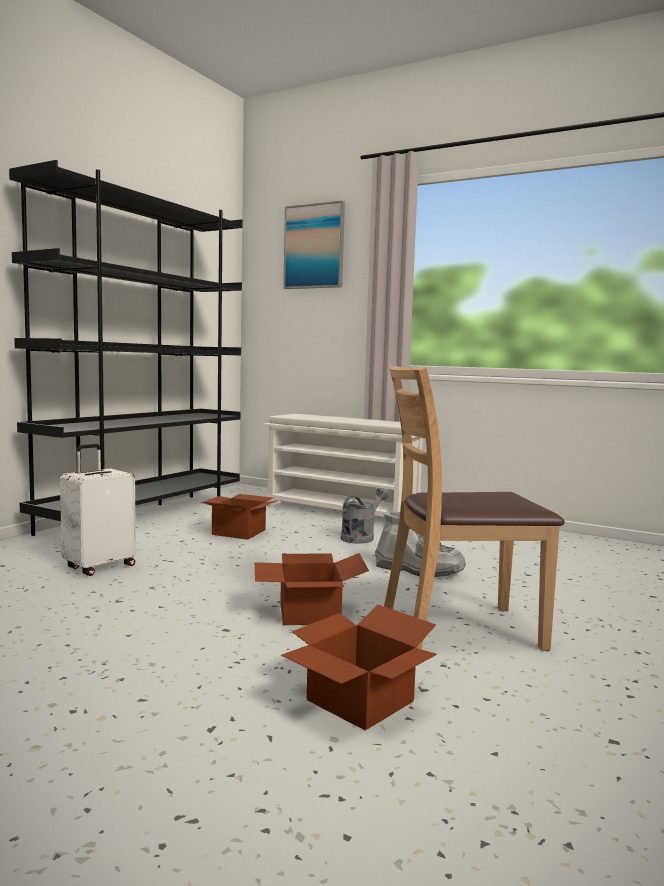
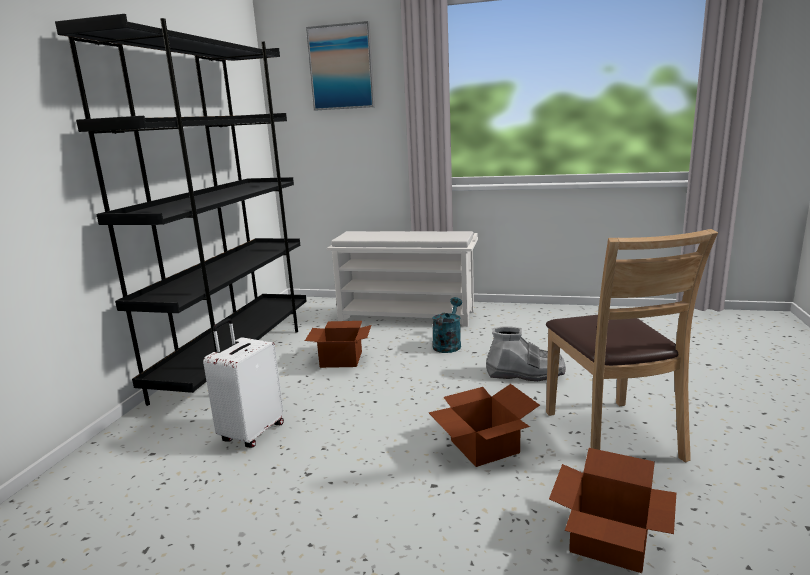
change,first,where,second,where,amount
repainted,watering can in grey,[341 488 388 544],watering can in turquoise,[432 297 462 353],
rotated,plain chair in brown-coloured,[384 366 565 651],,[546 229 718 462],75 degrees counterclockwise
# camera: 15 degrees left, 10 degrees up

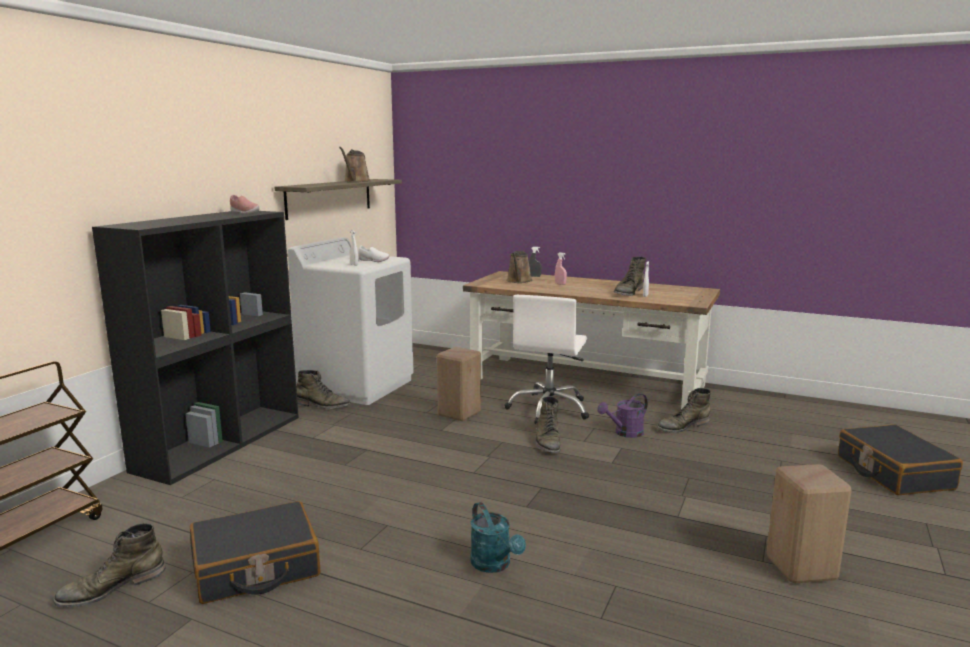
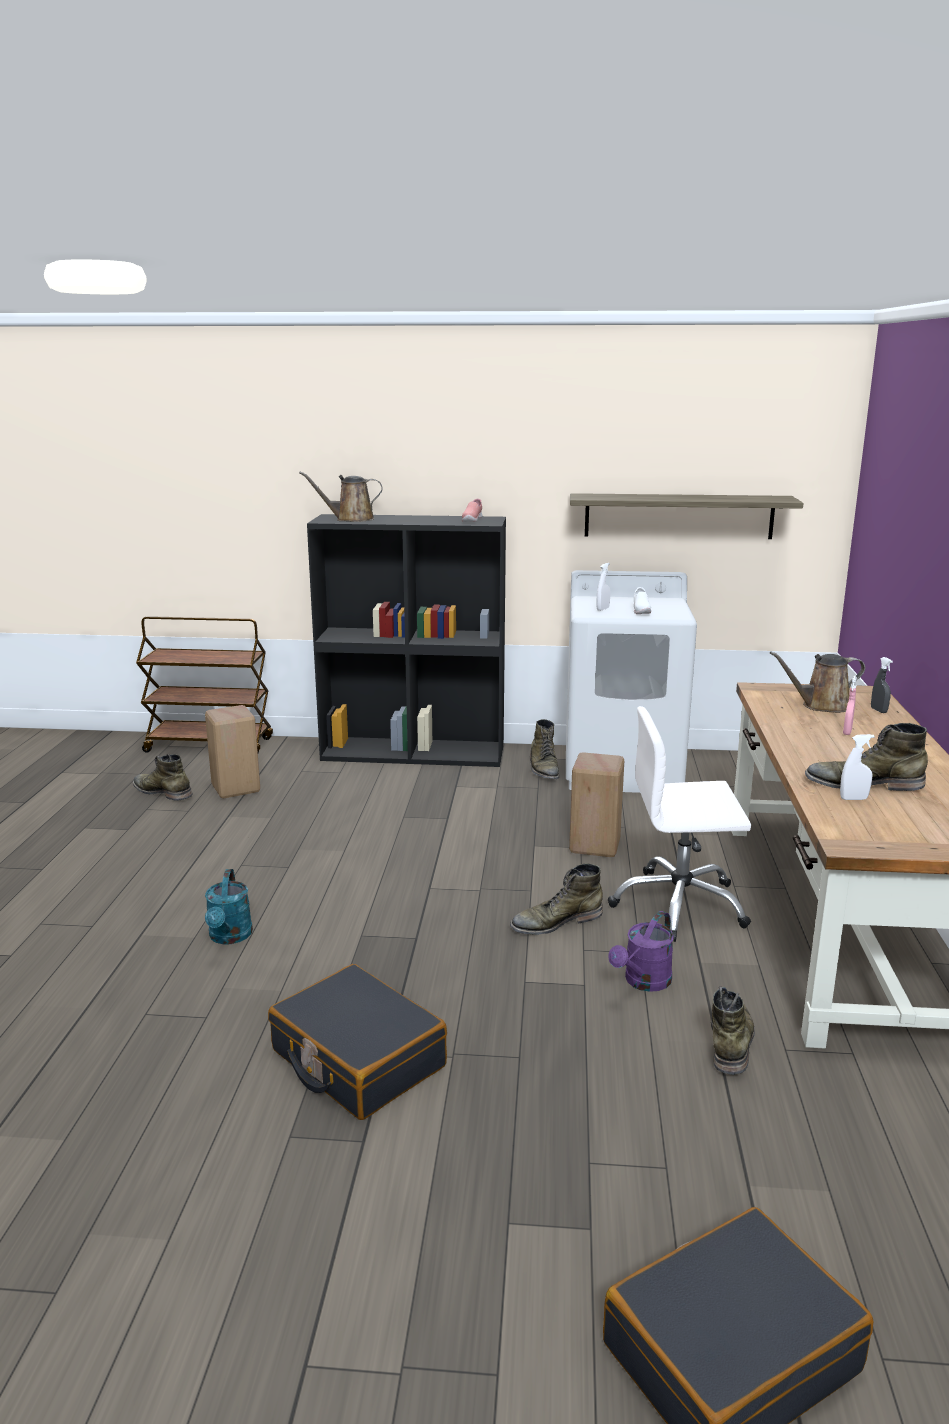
change,first,where,second,where,amount
shifted,piece of luggage in blackish,[190 501 320 604],,[268 964 447 1120],
shifted,watering can in brown-coloured,[339 147 370 182],,[299 472 383 522],
rotated,watering can in turquoise,[471 502 526 573],,[205 869 253 945],45 degrees counterclockwise
rotated,watering can in purple,[597 394 648 438],,[608 911 674 992],90 degrees counterclockwise
rotated,high-top boot in greenish,[657 388 711 433],,[711 986 755 1075],60 degrees clockwise
shifted,sitting stool in sand-coloured,[767 464 852 583],,[205 705 260 798],
# camera: 70 degrees right, 5 degrees up

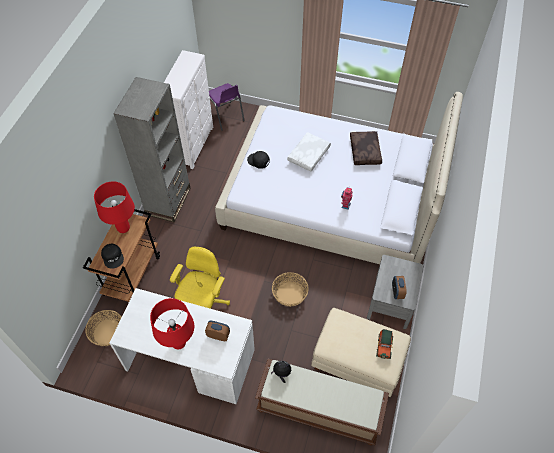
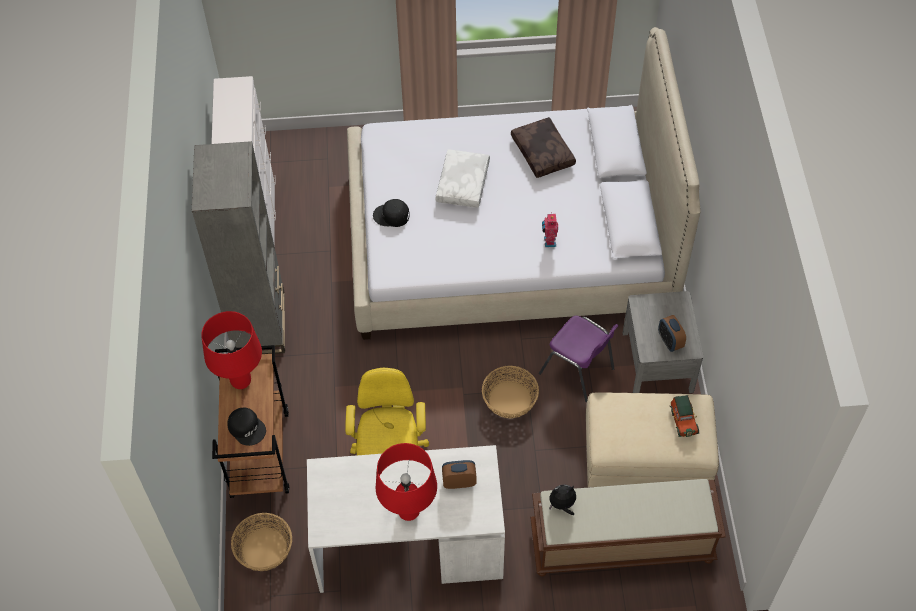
change,first,where,second,where,amount
shifted,plain chair in purple,[209 83 245 131],,[539 316 619 402],
# camera: 20 degrees left, 0 degrees up

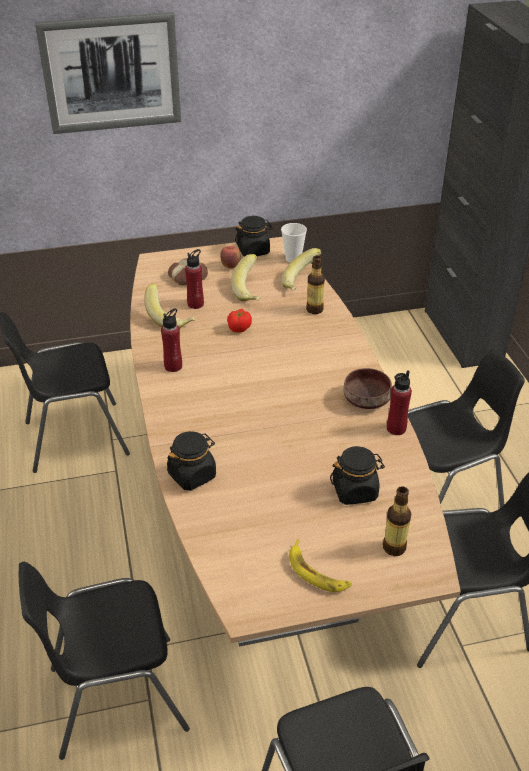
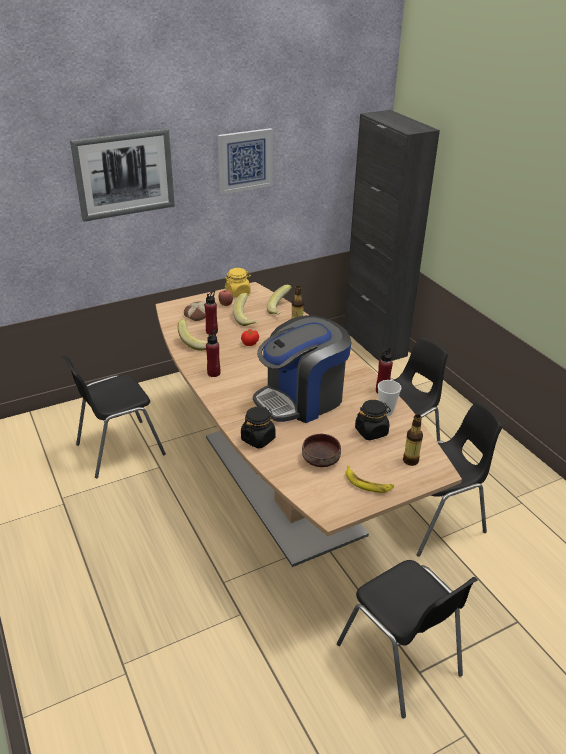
change,first,where,second,where,amount
gone,plain chair in blackish,[19 562 190 760],,,
repainted,storage jar in blackish,[235 216 273 256],storage jar in yellow,[225 268 251 298],
shifted,cup,[281 223 307 263],,[378 380 401 416],
shifted,serving bowl in brown-coloured,[343 368 392 409],,[302 434 341 467],
new,,,wall art,[218 128 273 194],
new,,,coffee machine,[253 315 351 423],
# camera: 15 degrees left, 5 degrees down

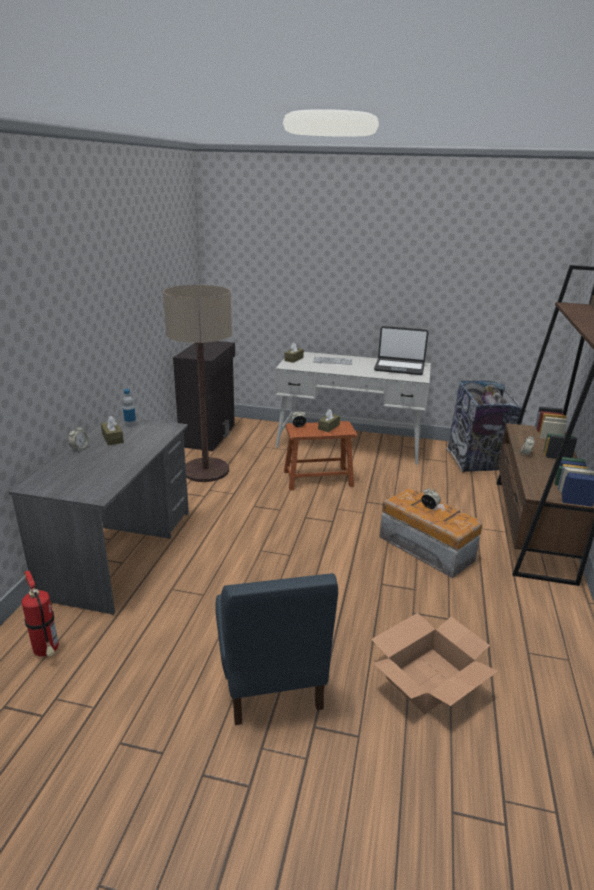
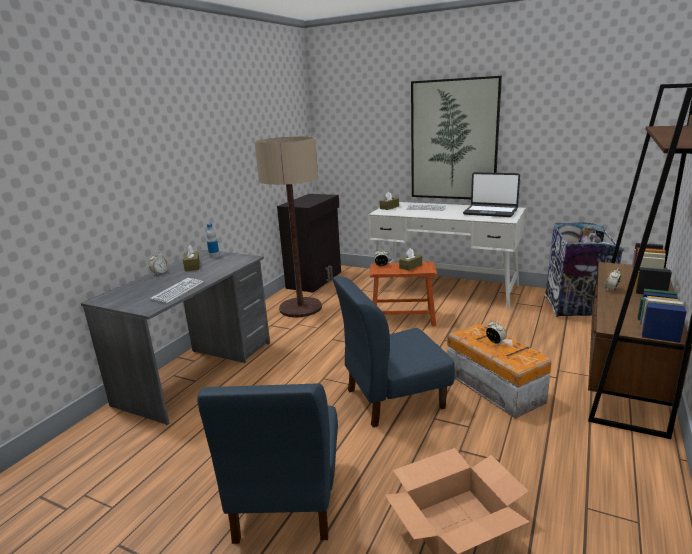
change,first,where,second,where,amount
gone,fire extinguisher,[21 570 59 657],,,
new,,,computer keyboard,[150 278 204 303],
new,,,plain chair in bluish,[333 276 455 427],
new,,,wall art,[411 76 502 199],
# camera: 15 degrees right, 5 degrees down

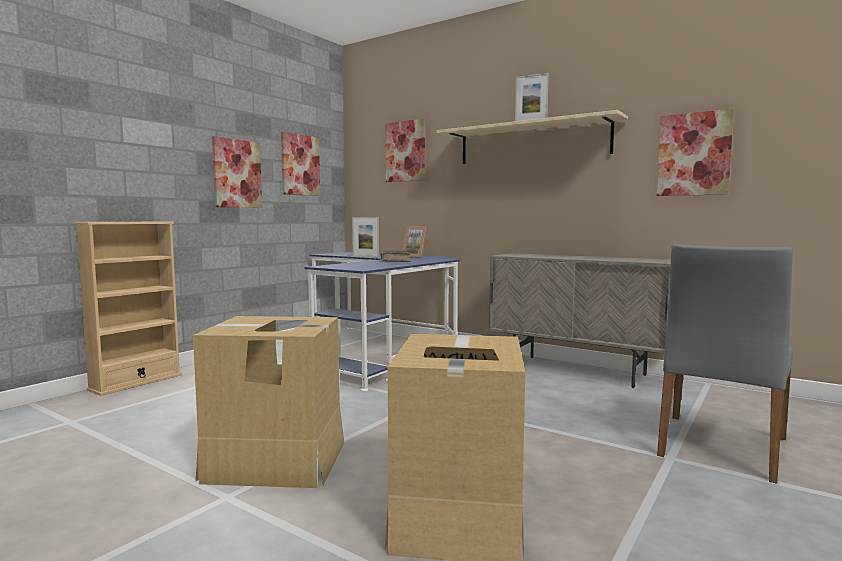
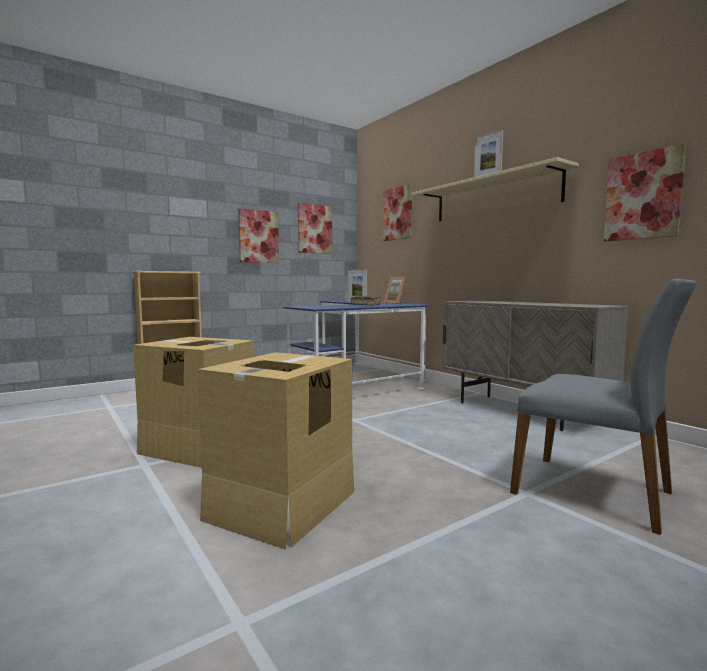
change,first,where,second,where,amount
rotated,plain chair in grey,[657 244 793 484],,[510 279 697 535],105 degrees counterclockwise
# camera: 20 degrees right, 0 degrees up

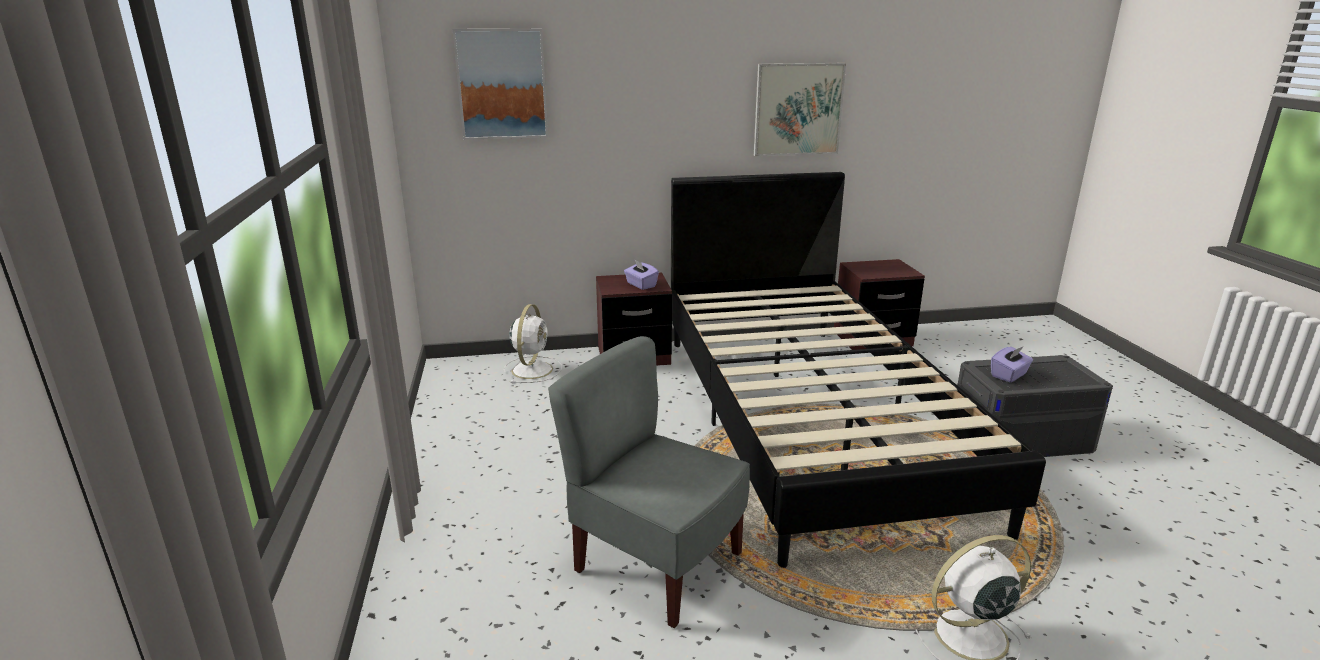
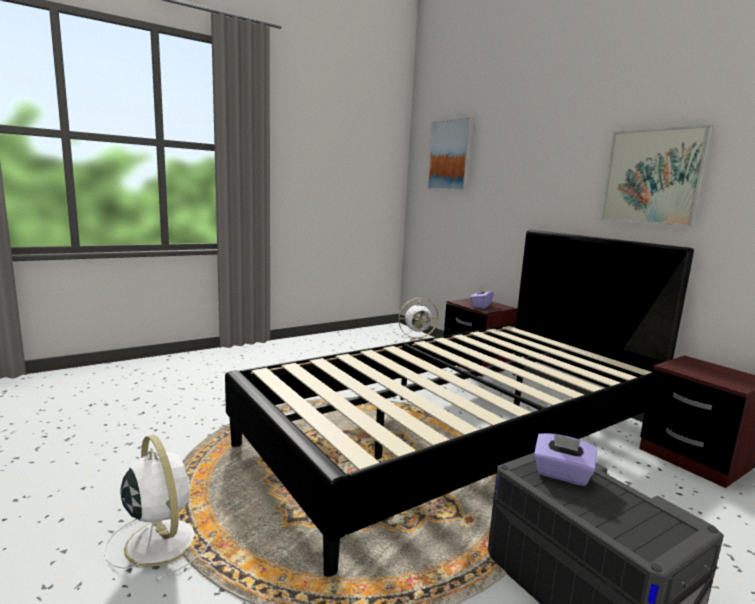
change,first,where,second,where,amount
gone,plain chair in grey,[548 336 750 628],,,
# camera: 65 degrees right, 10 degrees down

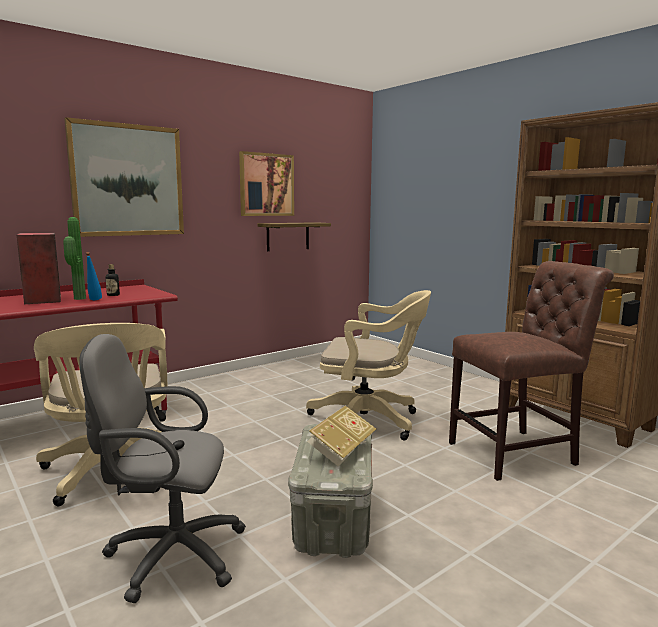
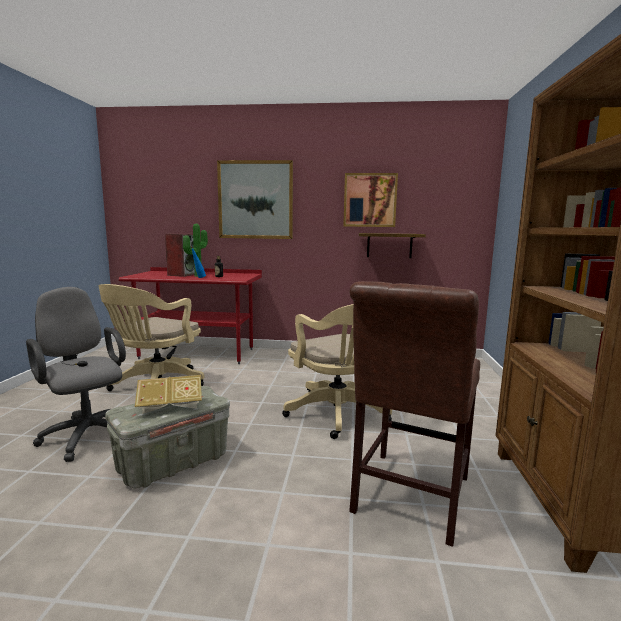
change,first,where,second,where,amount
rotated,plain chair in brown-coloured,[449 261 614 481],,[349 281 480 547],90 degrees clockwise
# camera: 45 degrees right, 0 degrees up

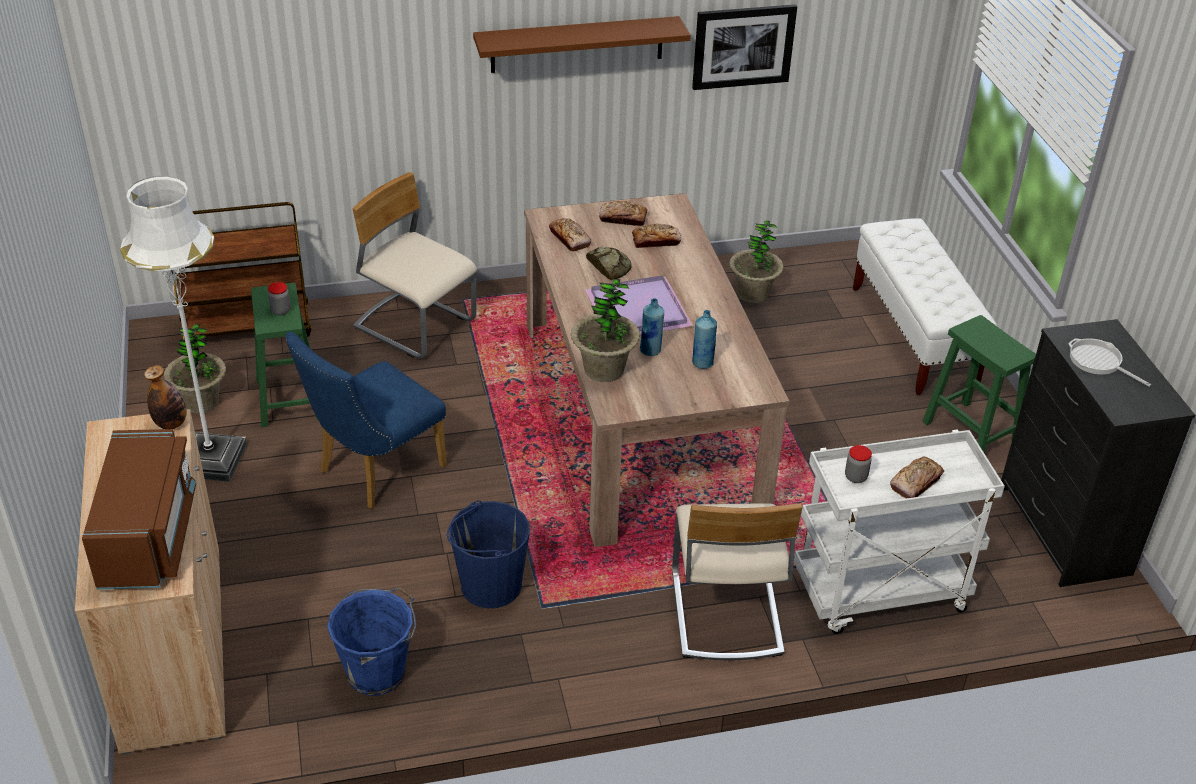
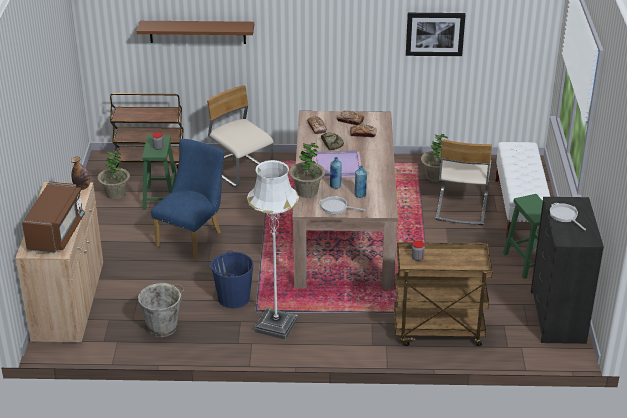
change,first,where,second,where,amount
shifted,standing lamp in white-coloured,[120 176 247 482],,[247 160 299 340],
rotated,plain chair in bluish,[285 332 447 508],,[151 139 224 260],150 degrees clockwise
repainted,water bucket in bluish,[327 587 416 696],water bucket in grey,[138 282 184 337],
shifted,wall shelf in brown-coloured,[473 16 691 73],,[137 21 254 44],
shifted,plain chair in sand-coloured,[672 503 802 660],,[436 139 492 225],
repainted,trolley in white-coloured,[794 429 1005 634],trolley in brown-coloured,[394 242 493 347],
gone,baked bread,[890 457 944 499],,,
new,,,frying pan,[319 196 365 214],
# camera: 15 degrees right, 5 degrees down

